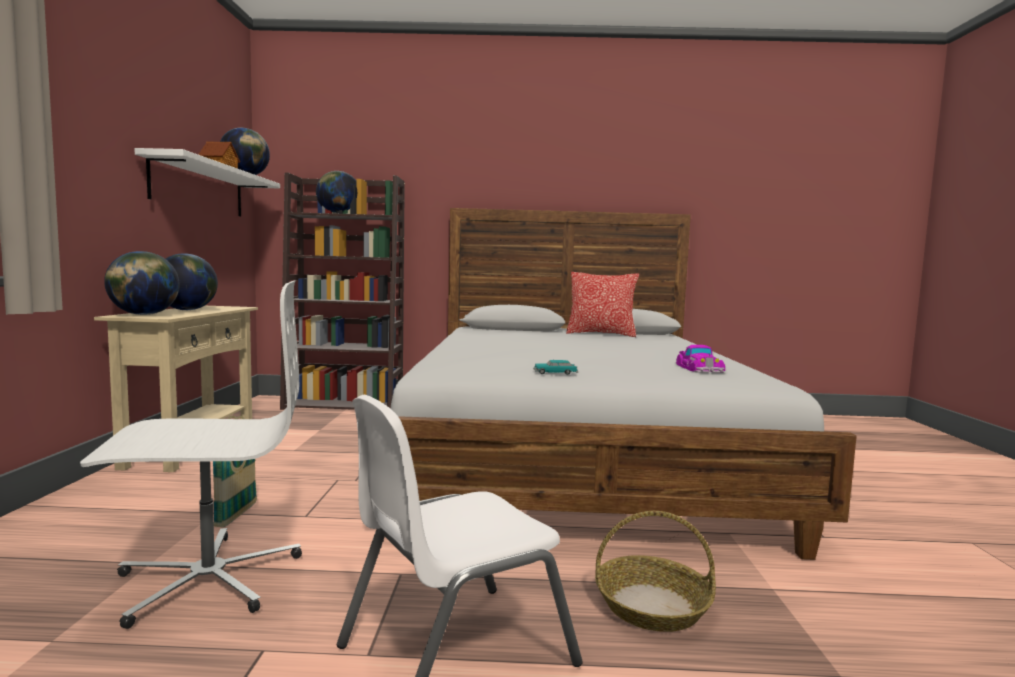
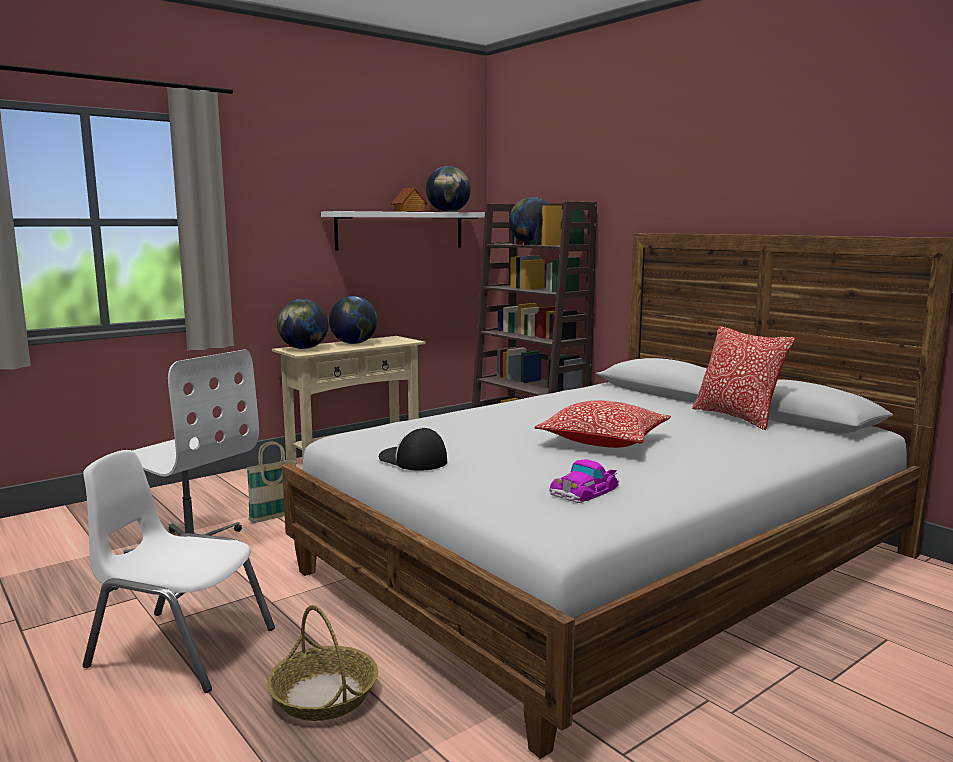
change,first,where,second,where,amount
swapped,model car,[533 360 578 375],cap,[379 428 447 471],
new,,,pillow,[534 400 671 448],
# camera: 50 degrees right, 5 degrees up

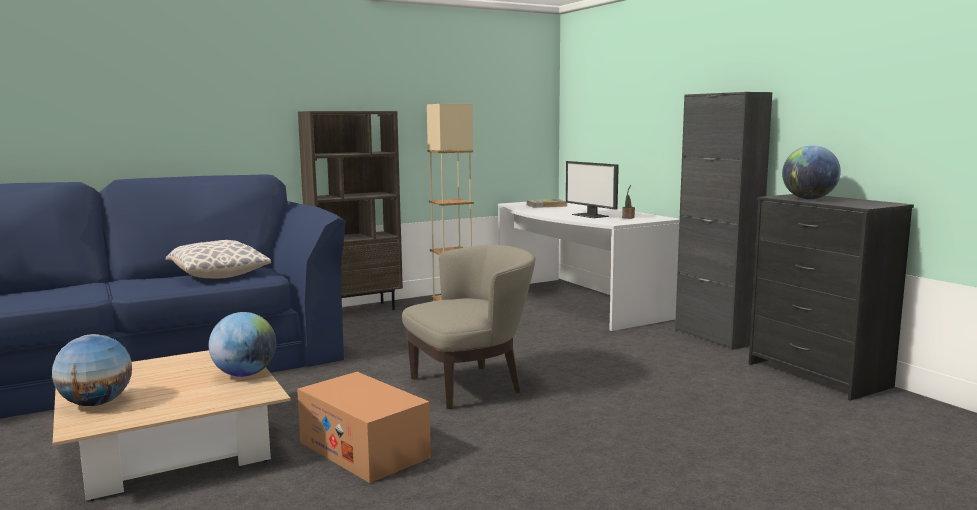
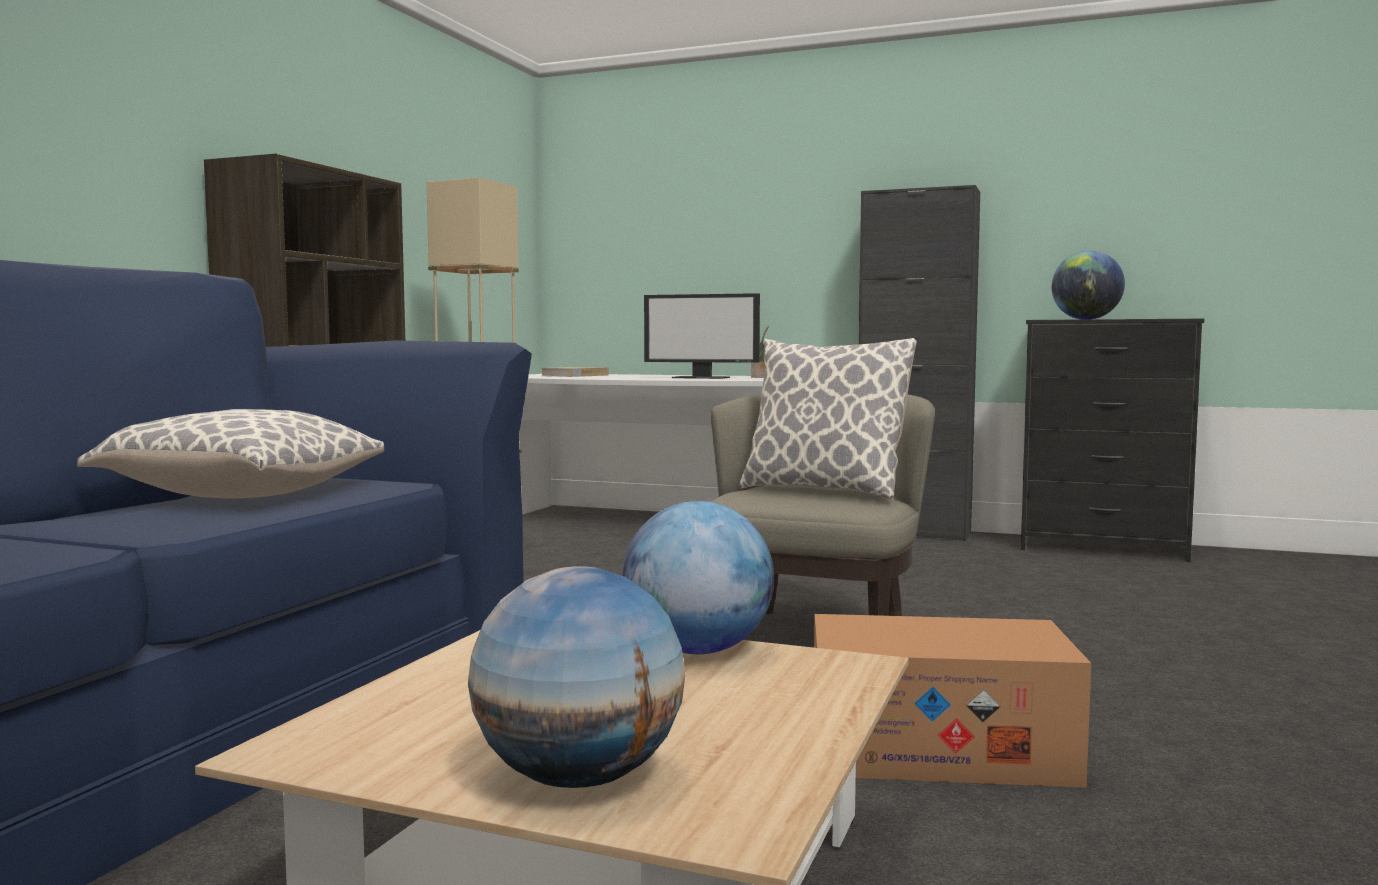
change,first,where,second,where,amount
new,,,pillow,[739 338 917 499],
# camera: 40 degrees left, 5 degrees down

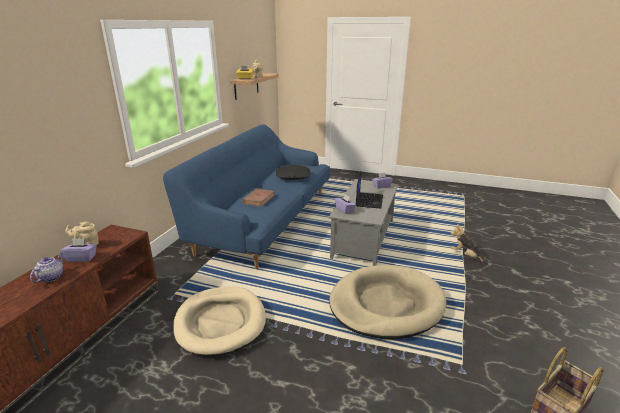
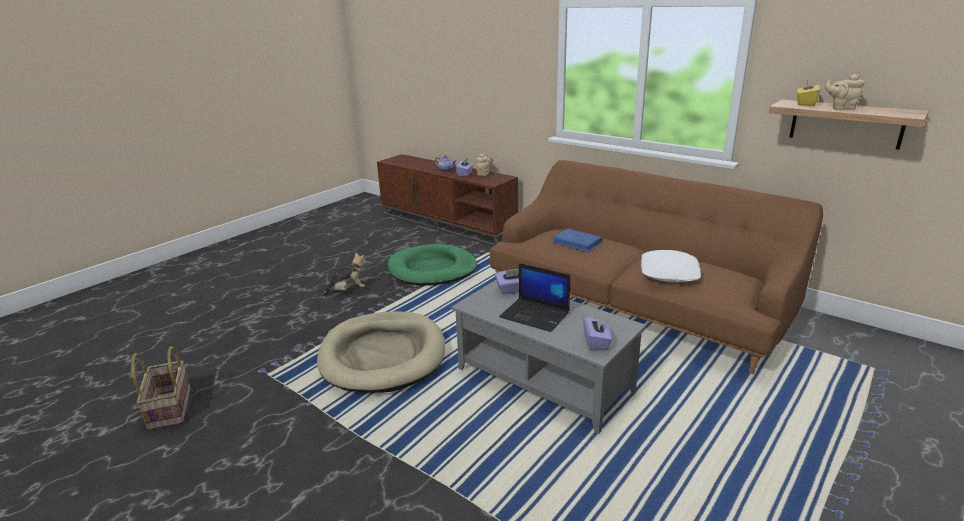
change,first,where,second,where,amount
repainted,sofa in bluish,[163 124 330 269],sofa in brown-coloured,[490 160 823 374],
repainted,dog bed in sand-coloured,[173 286 266 356],dog bed in greenish,[388 244 477 285],
repainted,bound book in brown-coloured,[242 189 275 207],bound book in bluish,[553 228 602 252],
repainted,pillow in blackish,[276 165 311 180],pillow in white-coloured,[641 250 701 282],
shifted,soft toy,[451 224 488 265],,[322 252 367 297],
# camera: 110 degrees right, 0 degrees up

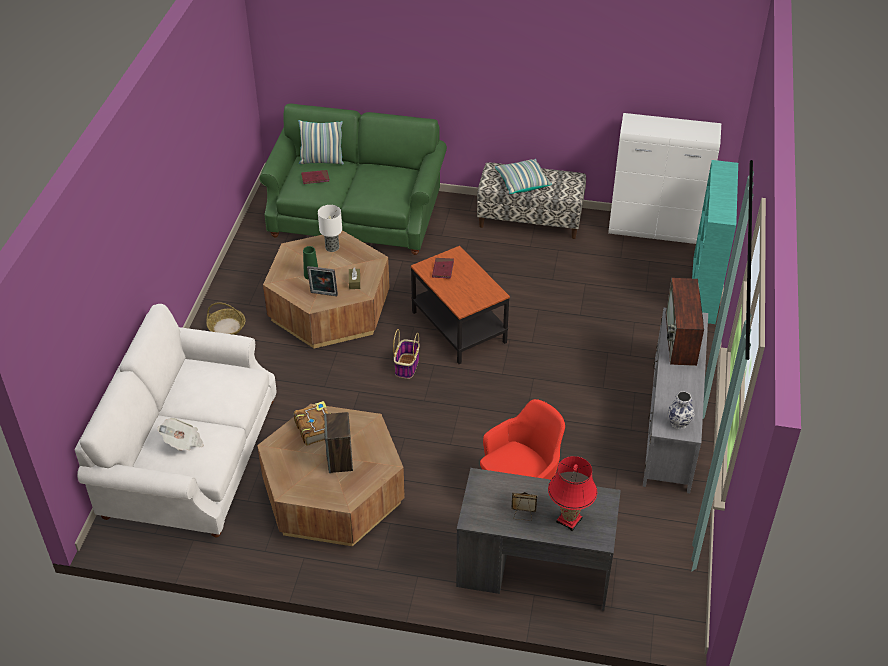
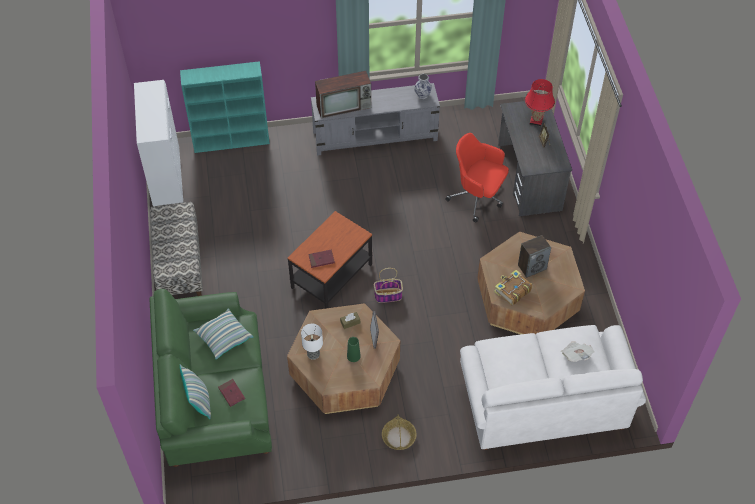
change,first,where,second,where,amount
shifted,pillow,[495 159 552 194],,[193 308 253 359],
# camera: 110 degrees left, 10 degrees up

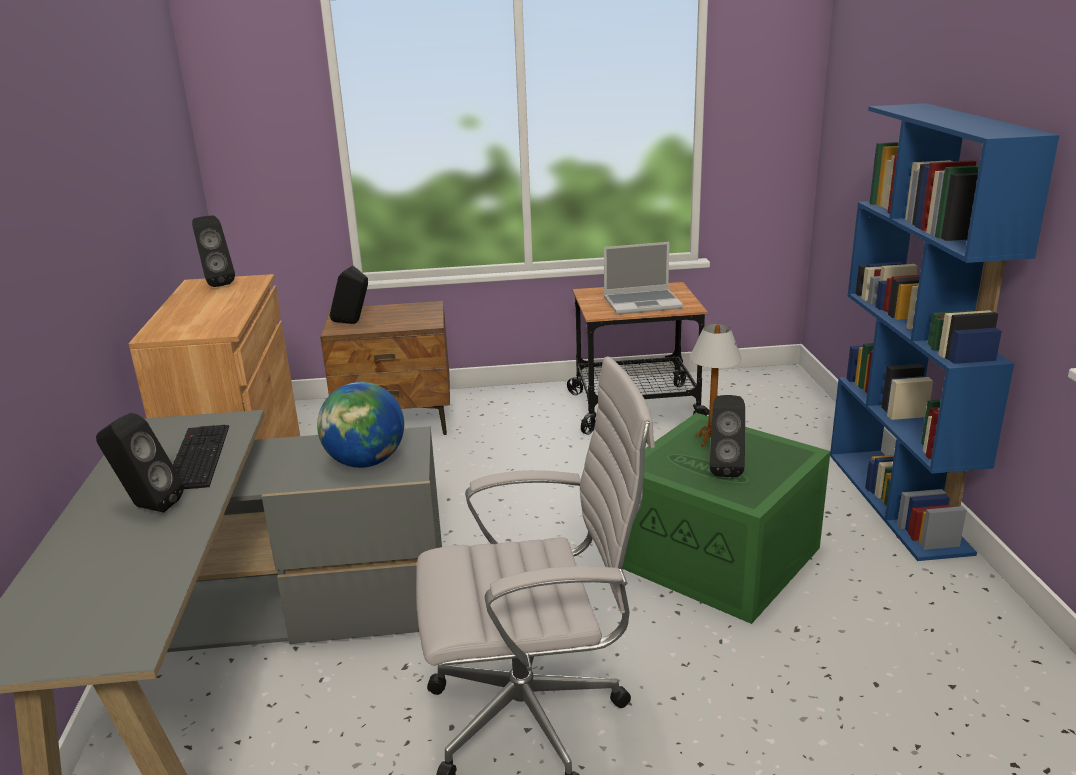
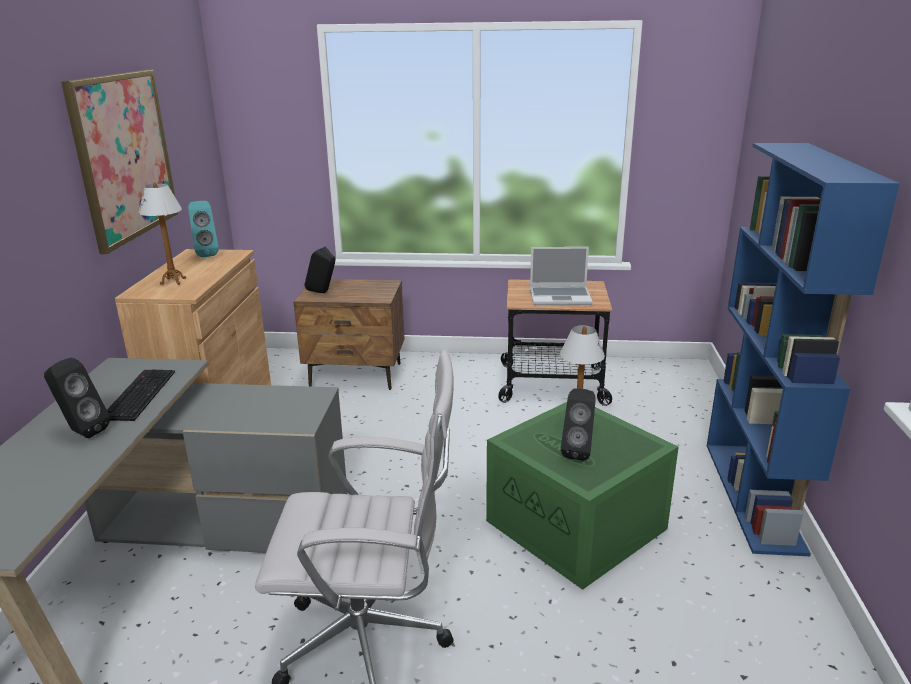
change,first,where,second,where,amount
repainted,audio speaker in blackish,[192 215 235 287],audio speaker in turquoise,[188 201 219 257],
gone,desk globe,[317 382 404 468],,,
new,,,wall art,[61 70 178 254],
new,,,table lamp,[139 182 186 285],
# camera: 10 degrees right, 0 degrees up

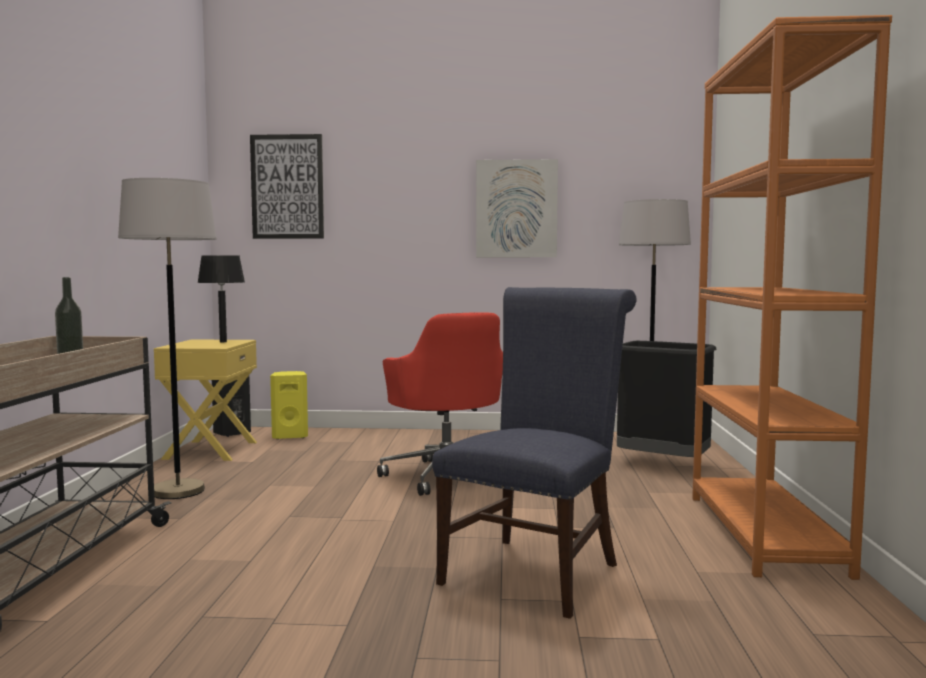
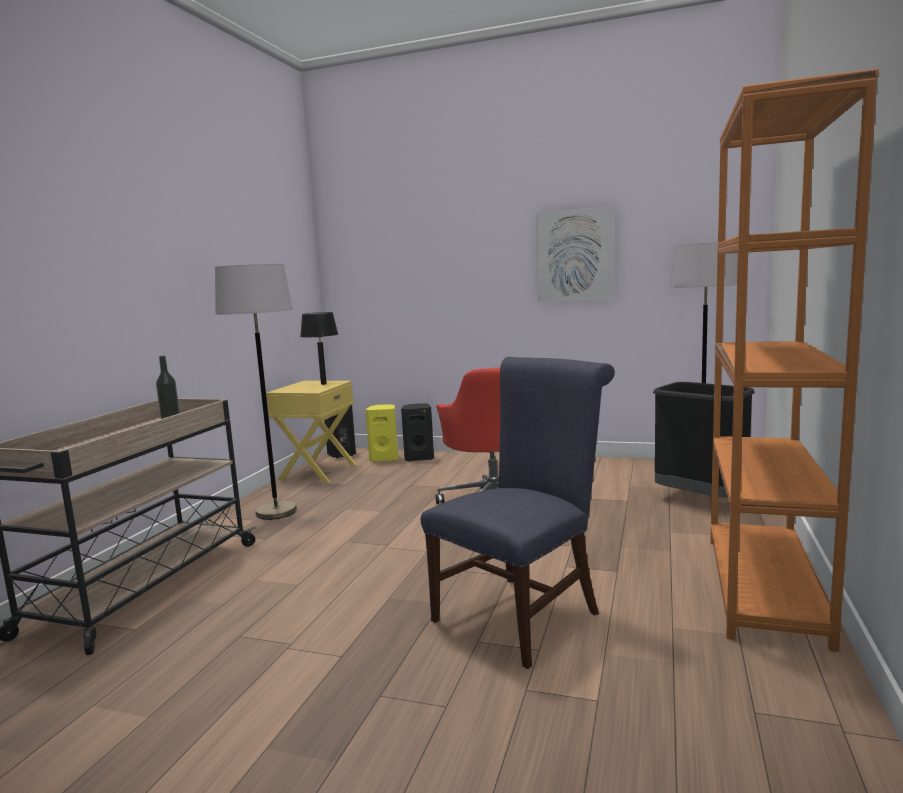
change,first,where,second,where,amount
gone,wall art,[250 134 324 239],,,
new,,,audio speaker in blackish,[401 403 434 461],
# camera: 15 degrees right, 5 degrees up

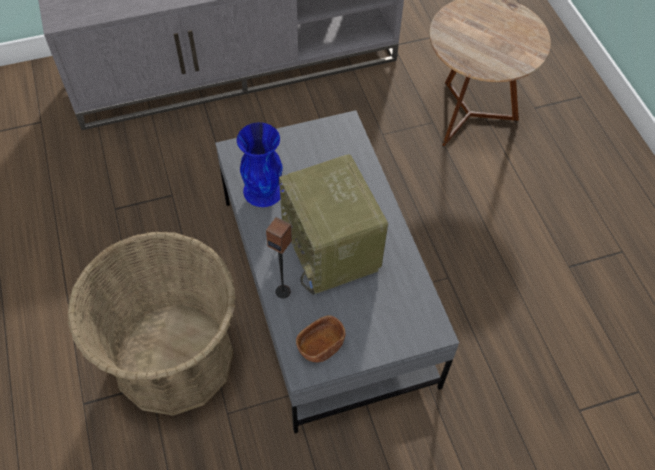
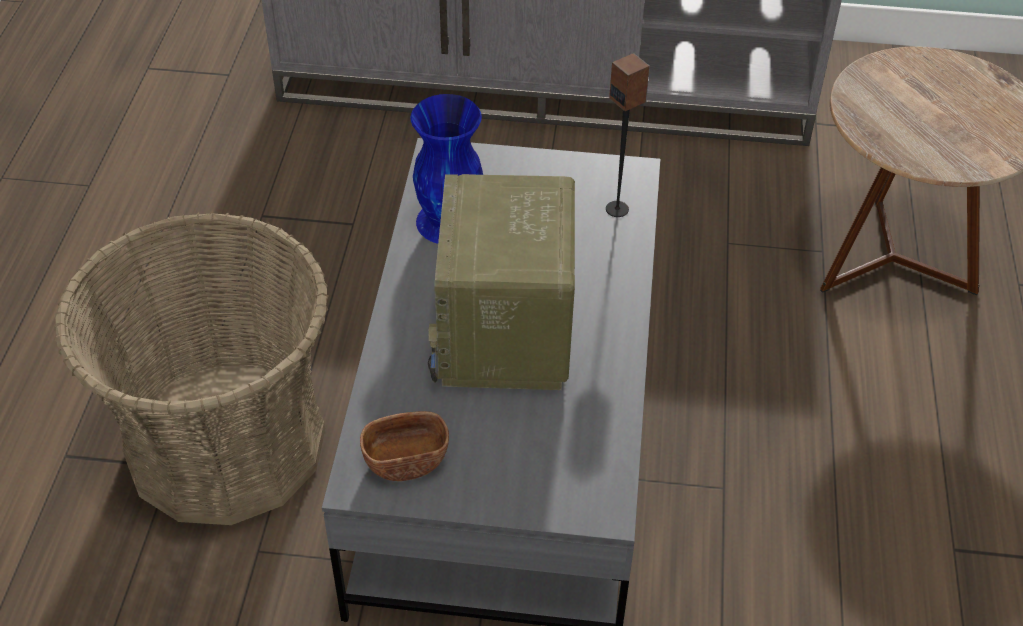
change,first,where,second,where,amount
shifted,audio speaker,[266 217 292 299],,[606 53 650 217],
# camera: 25 degrees right, 10 degrees down

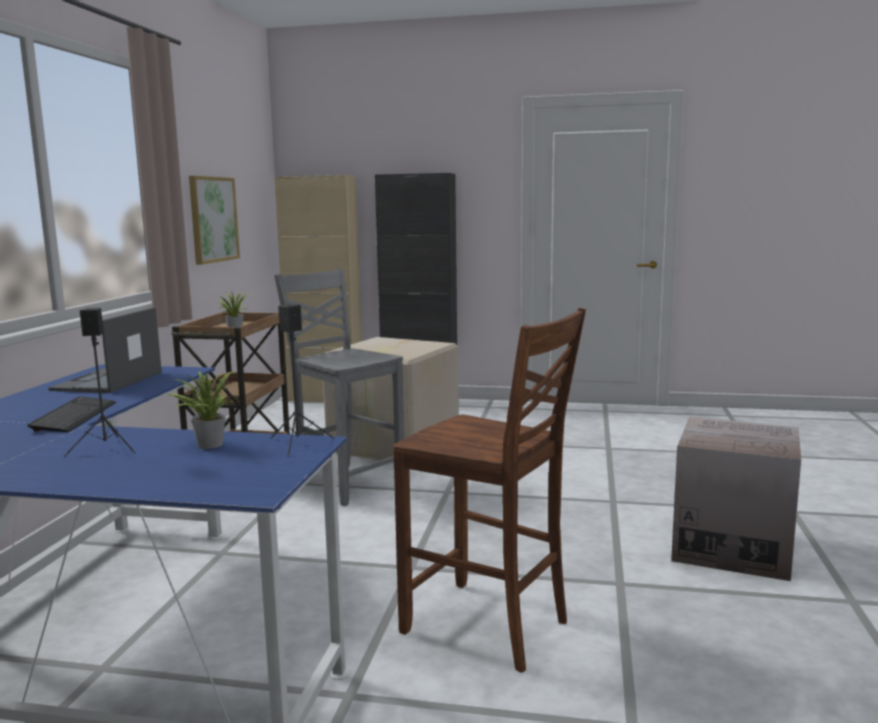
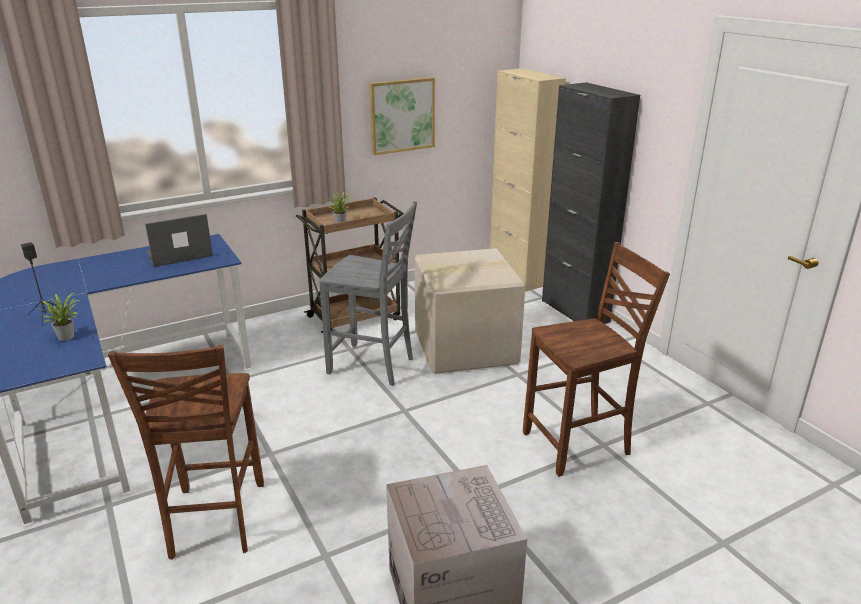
change,first,where,second,where,amount
gone,computer keyboard,[27 396 116 432],,,
gone,audio speaker in blackish,[270 304 335 457],,,
rotated,plain chair in grey,[274 269 404 506],,[319 201 417 386],105 degrees clockwise
new,,,plain chair in brown-coloured,[523 242 670 477],
# camera: 50 degrees right, 15 degrees up

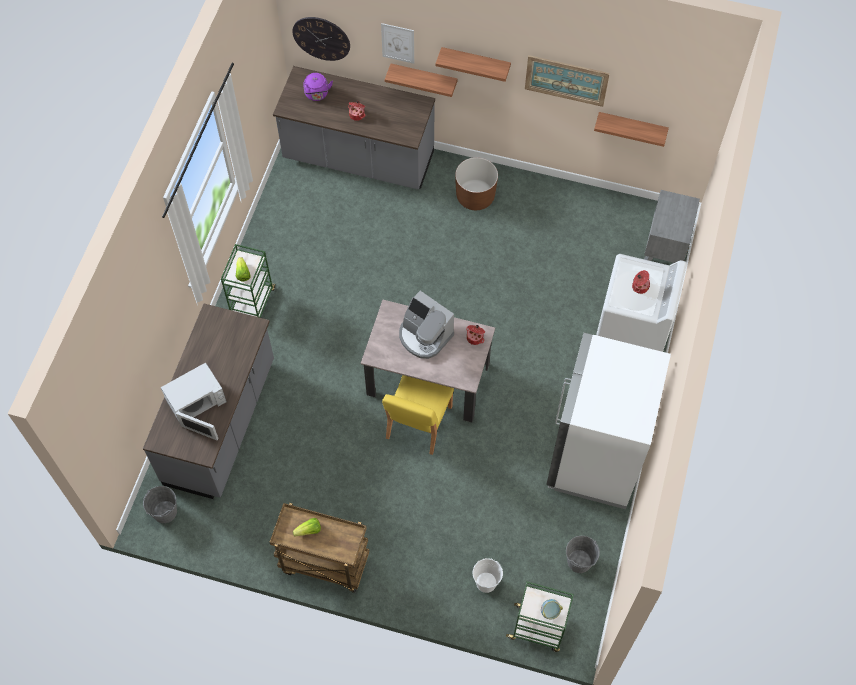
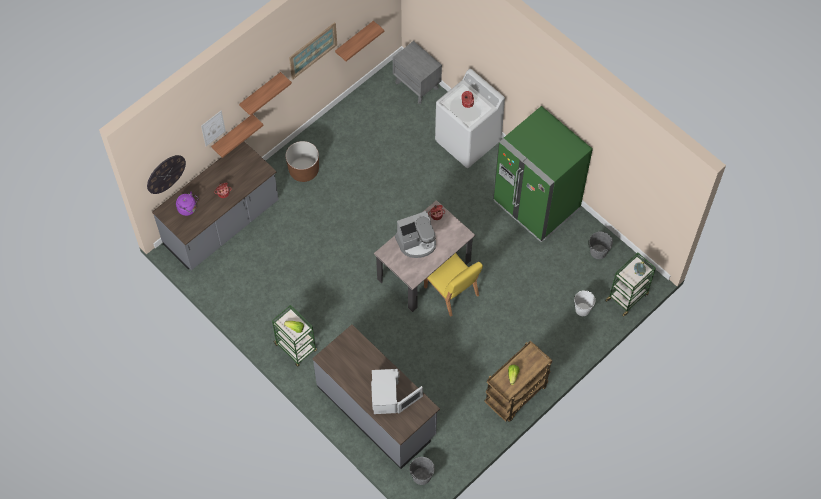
change,first,where,second,where,amount
repainted,kitchen fridge in white-coloured,[546 333 671 509],kitchen fridge in greenish,[493 106 593 242],
# camera: 60 degrees left, 0 degrees up

